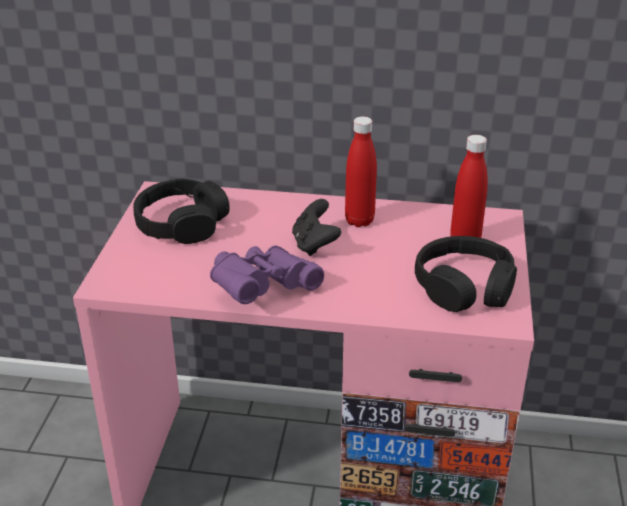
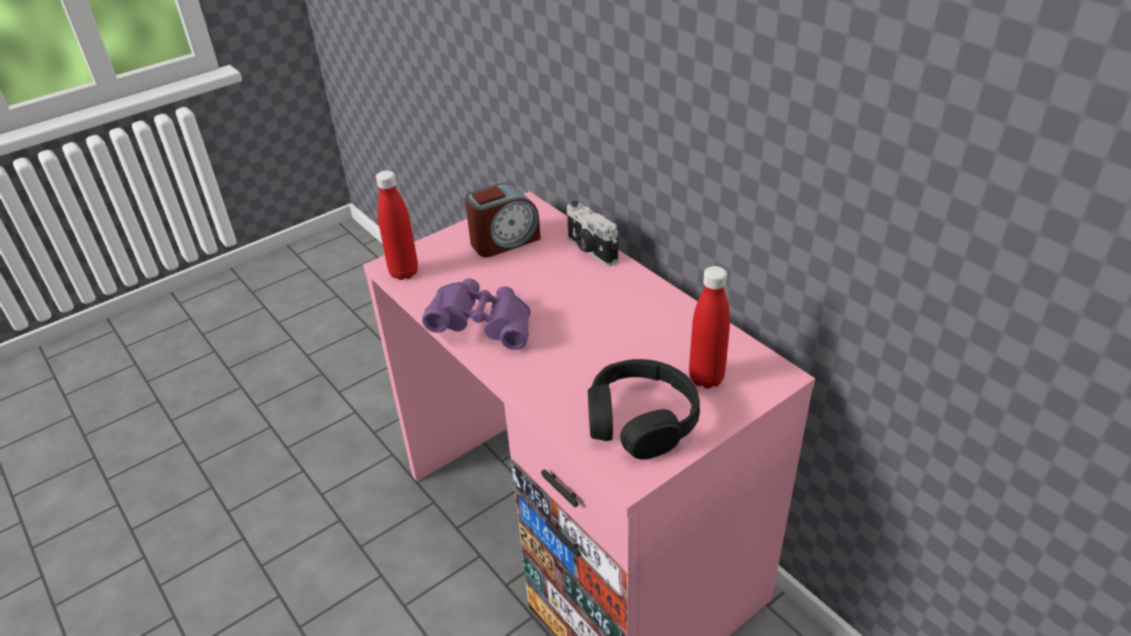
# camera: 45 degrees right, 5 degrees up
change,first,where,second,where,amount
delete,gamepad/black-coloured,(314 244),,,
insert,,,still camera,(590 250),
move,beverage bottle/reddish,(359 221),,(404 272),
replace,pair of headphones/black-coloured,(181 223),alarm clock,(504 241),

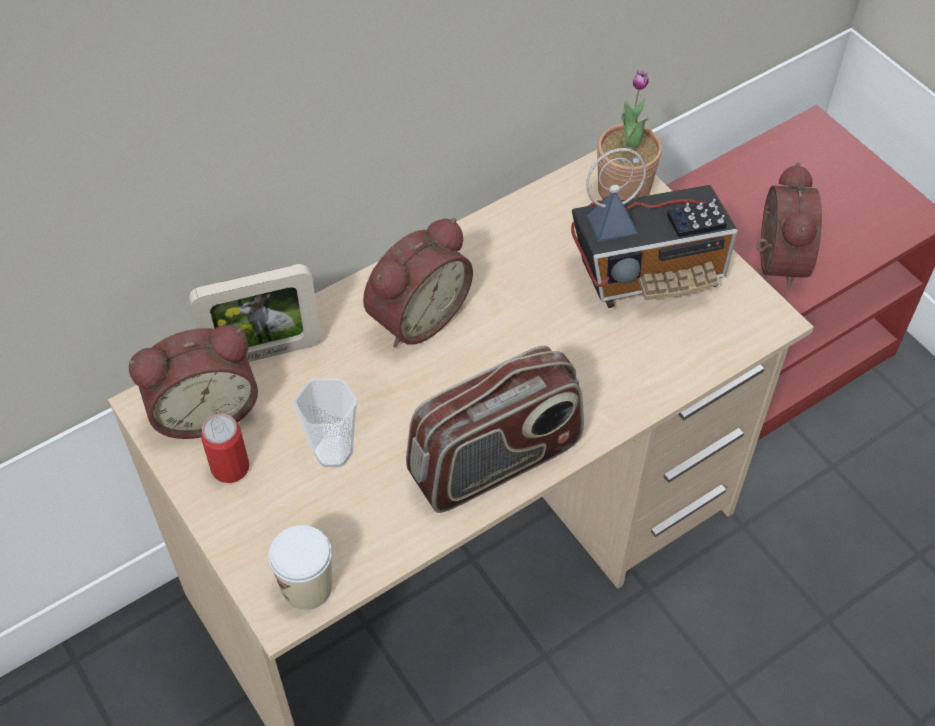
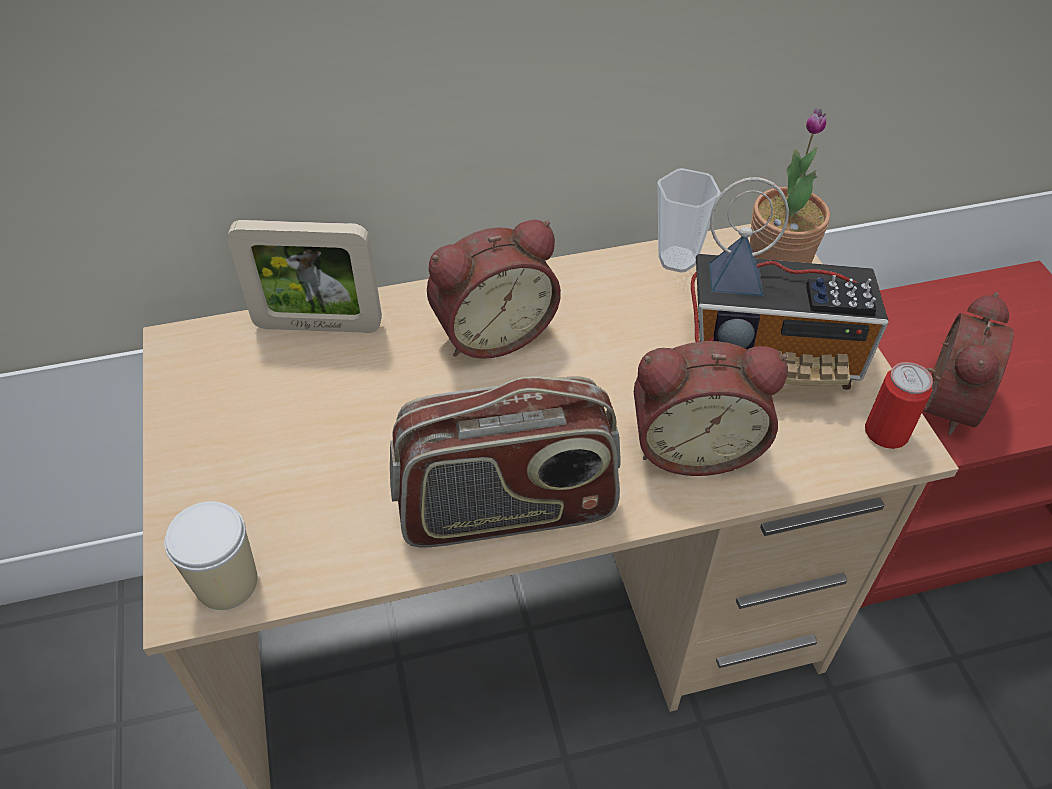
# camera: 20 degrees right, 5 degrees down
change,first,where,second,where,amount
move,alarm clock,(204 409),,(693 444),
move,can,(230 467),,(886 432),
move,small cup,(333 452),,(677 259),

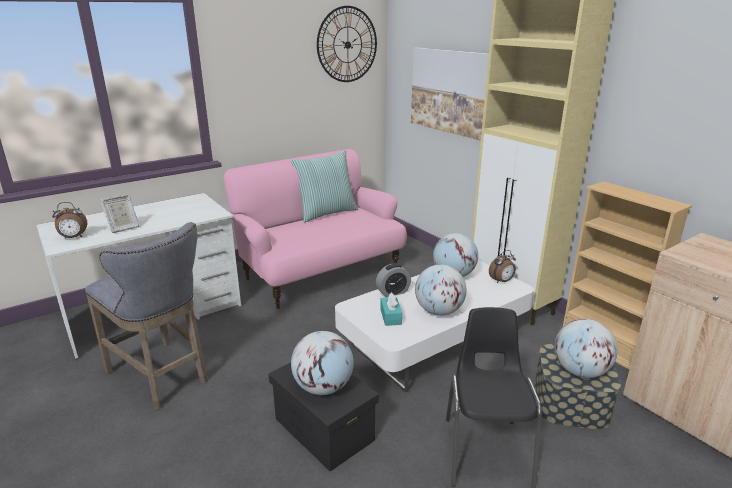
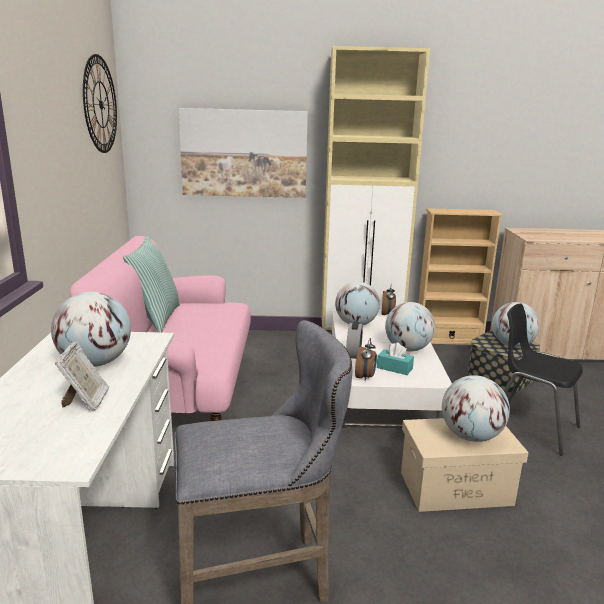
# camera: 55 degrees left, 5 degrees down
change,first,where,second,where,amount
insert,,,world globe,(95 363),
move,alarm clock,(73 237),,(365 377),
recolor,storage box/black-coloured,(325 429),storage box/beige,(456 488),

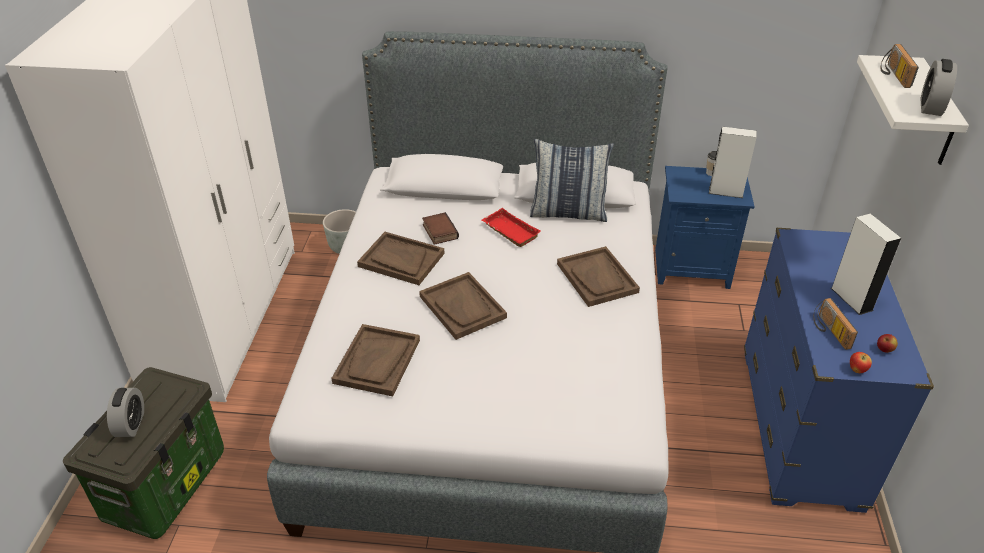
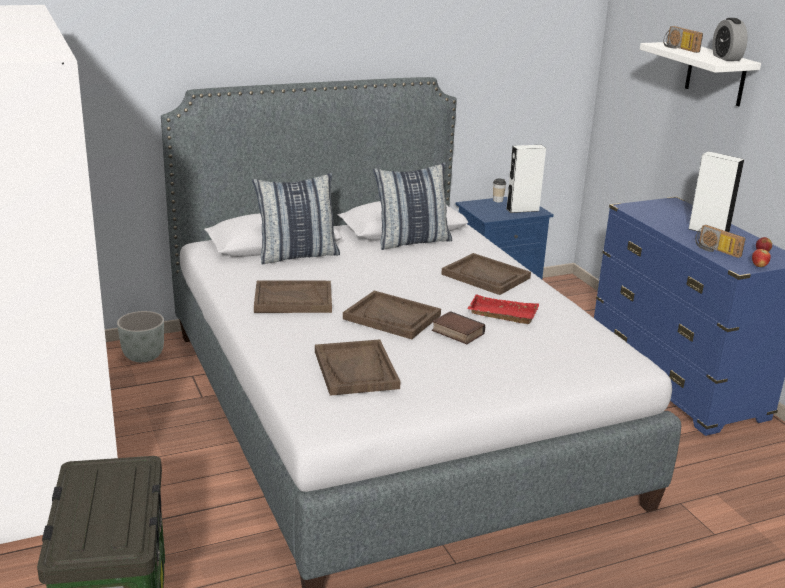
# camera: 30 degrees left, 15 degrees down
change,first,where,second,where,amount
delete,alarm clock,(131 424),,,
insert,,,pillow,(297 255),
move,bound book,(439 231),,(456 332),
move,serving tray/reddish,(509 232),,(501 315),

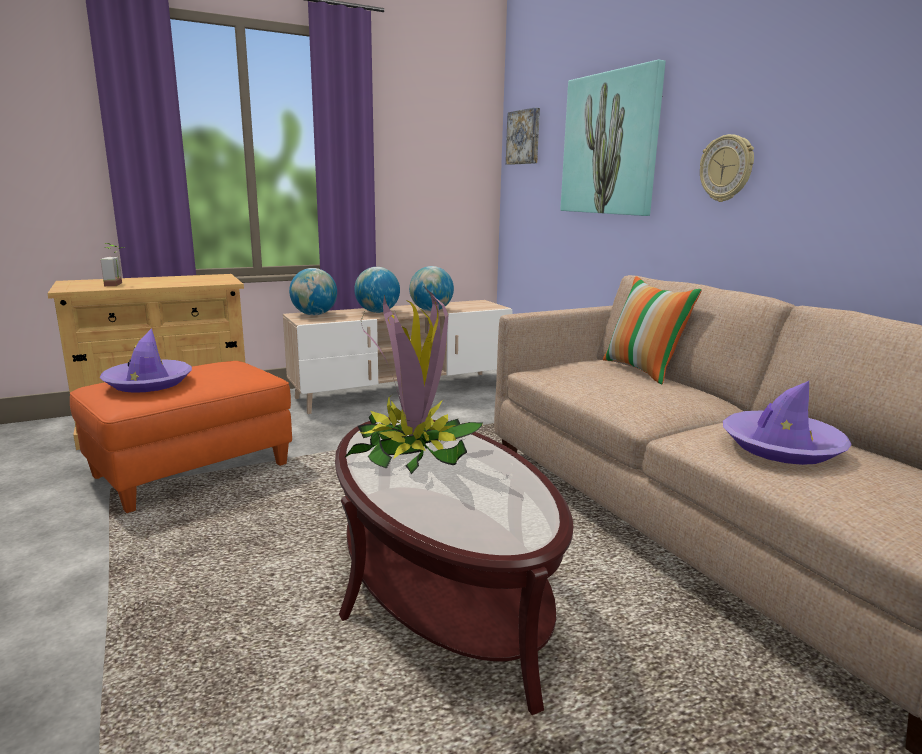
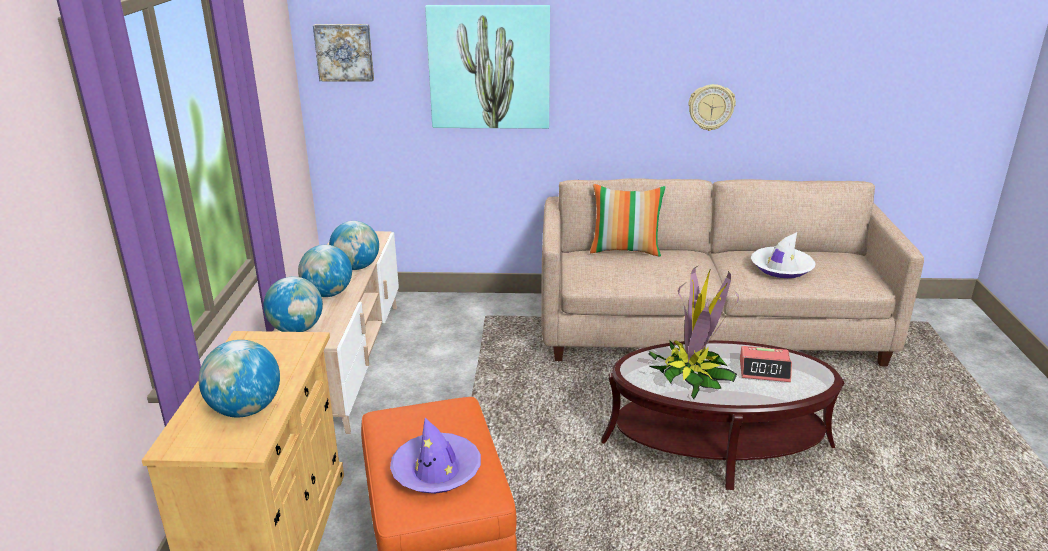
# camera: 60 degrees left, 10 degrees up
change,first,where,second,where,amount
insert,,,alarm clock,(764 370),
move,hanging clock,(726 168),,(711 107),
replace,houseplant,(118 284),world globe,(246 410),
recolor,clothing hat/purple-coloured,(781 447),clothing hat/white,(781 268),

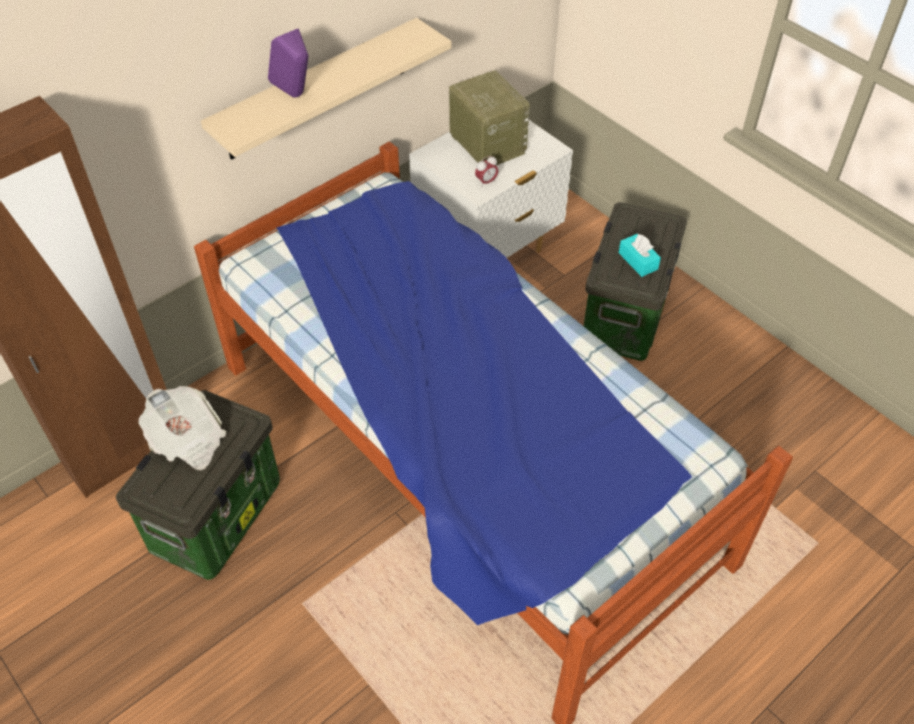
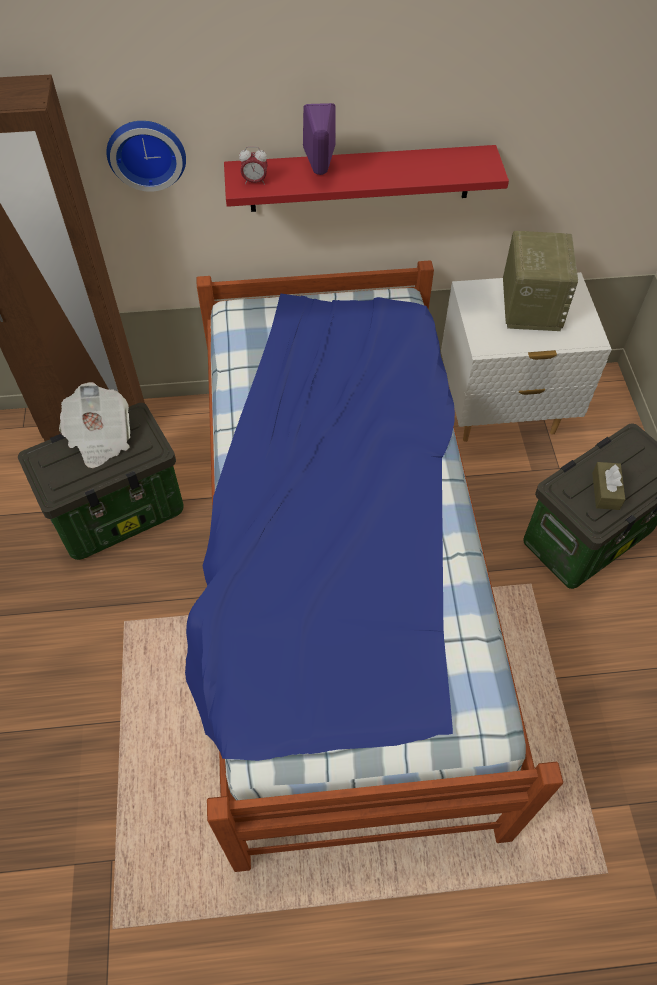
# camera: 35 degrees right, 5 degrees up
change,first,where,second,where,amount
insert,,,hanging clock,(146 152),
move,alarm clock,(486 182),,(255 182),
recolor,wall shelf/beige,(317 90),wall shelf/reddish,(360 178),
recolor,tissue holder/blue-green,(638 261),tissue holder/brownish,(605 491),

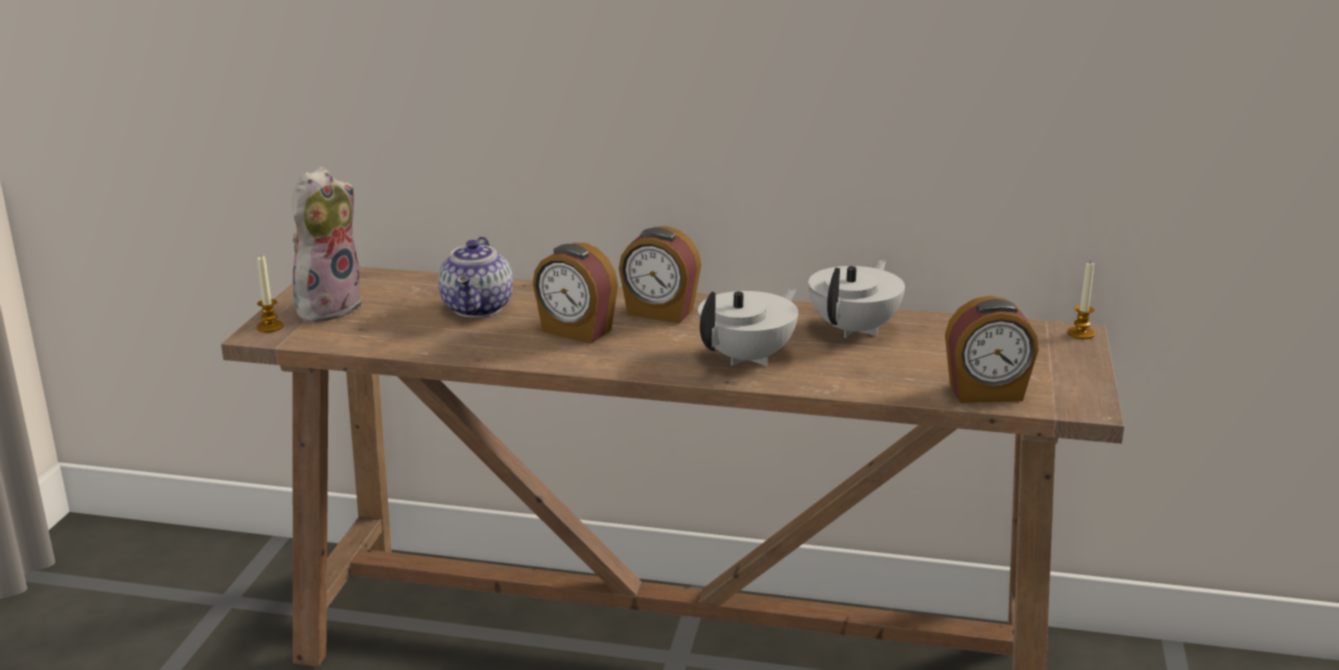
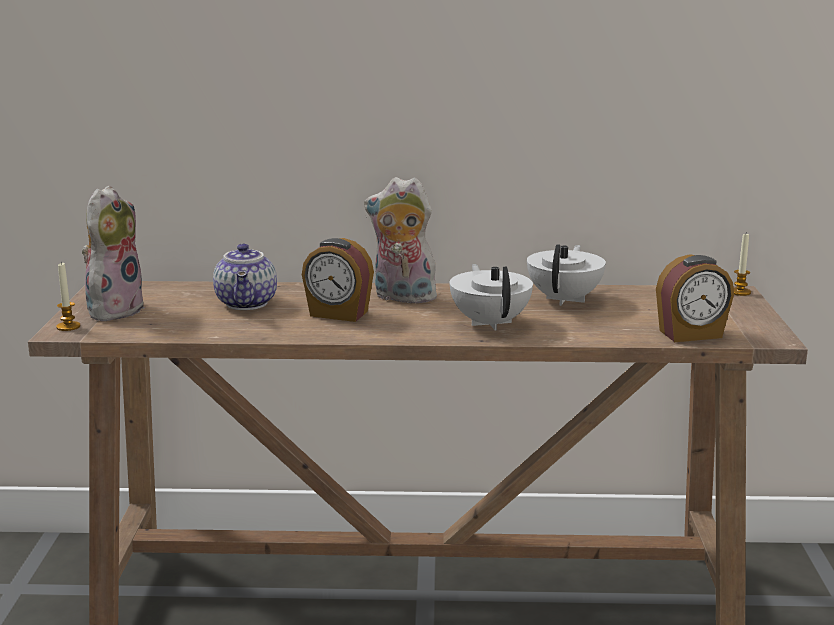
# camera: 10 degrees left, 5 degrees down
change,first,where,second,where,amount
replace,alarm clock,(659 313),plush toy,(401 298),
rotate,pot for tea/white,(748 357),,(490 323),45 degrees counterclockwise

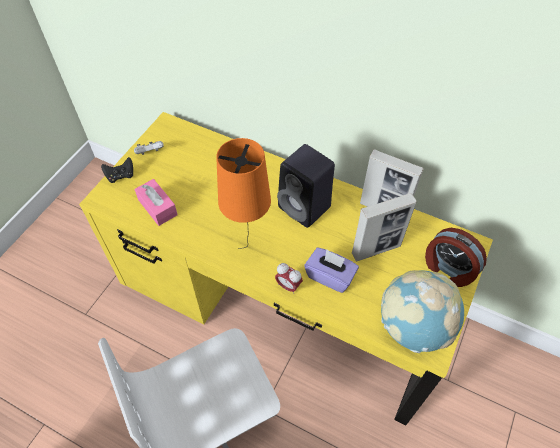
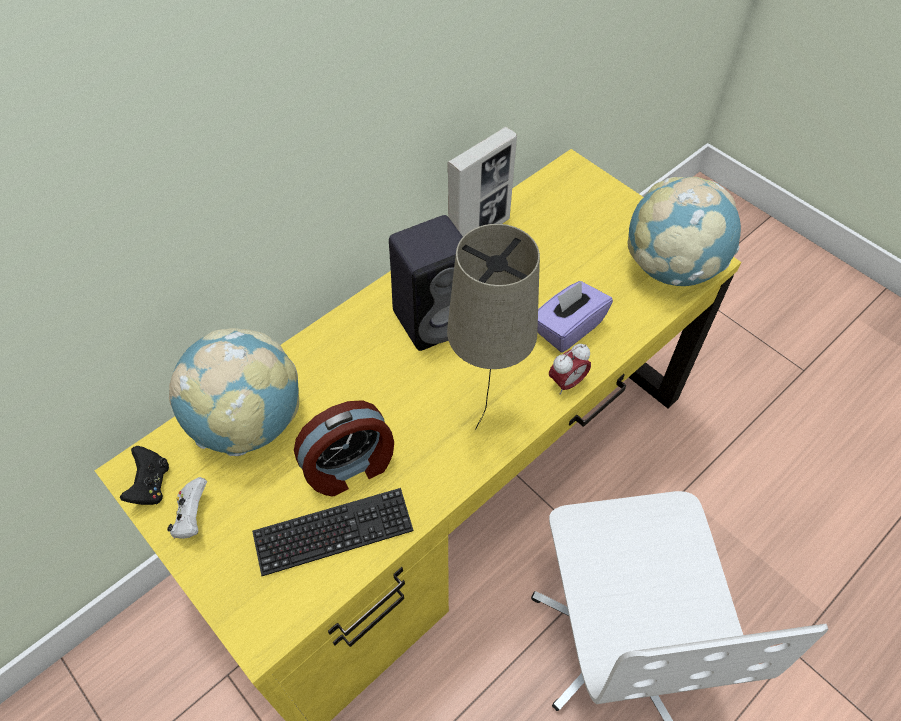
# camera: 70 degrees left, 0 degrees up
change,first,where,second,where,amount
delete,picture frame,(376 249),,,
insert,,,world globe,(248 422),
move,gamepad/black-coloured,(120 176),,(151 485),
move,alarm clock,(448 269),,(350 467),
replace,tissue holder/pink-coloured,(157 207),keyboard,(333 532),
recolor,lamp for a table/orange-coloured,(249 251),lamp for a table/beige,(485 414),

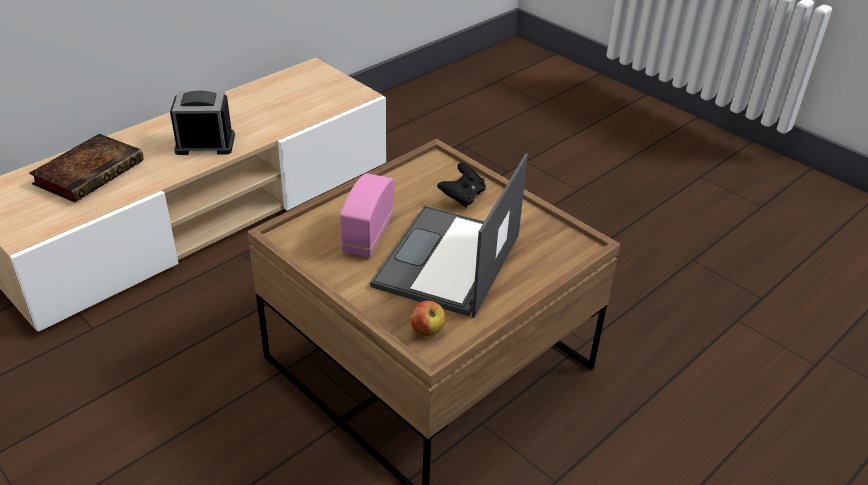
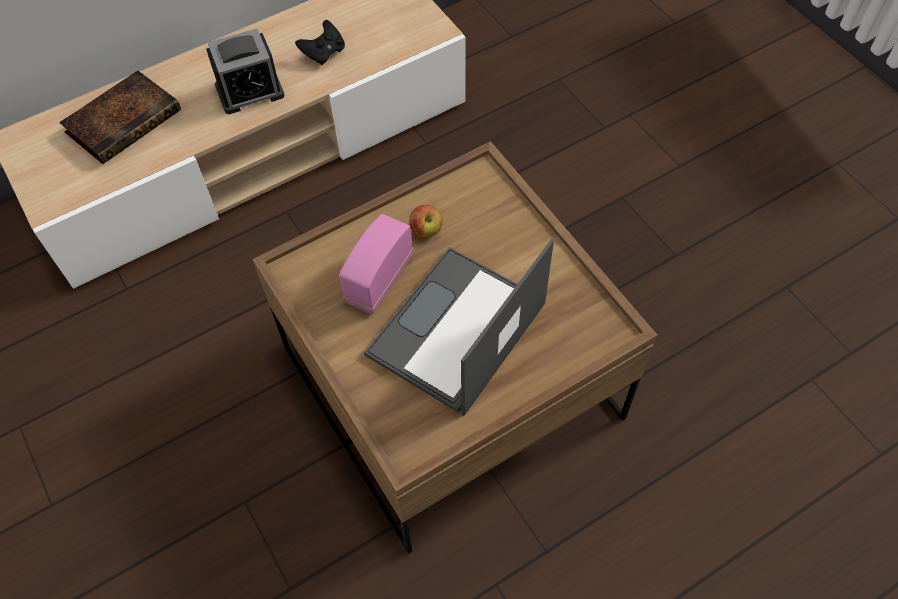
# camera: 15 degrees right, 20 degrees up
change,first,where,second,where,amount
move,whole apple,(427 330),,(426 230),
move,gamepad/black-coloured,(462 197),,(324 53),
rotate,alarm clock,(205 144),,(250 91),150 degrees clockwise

